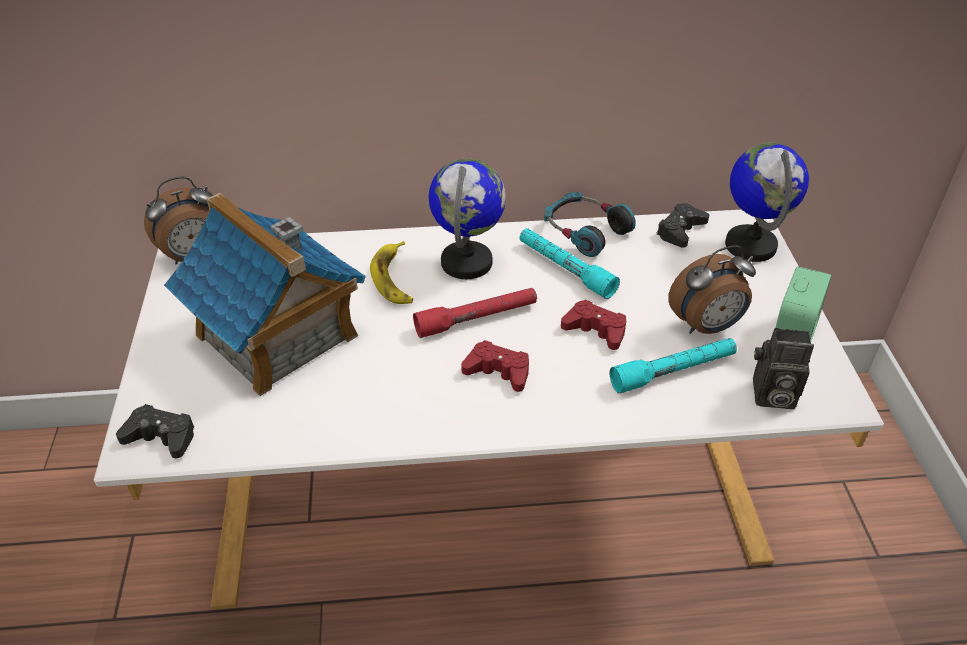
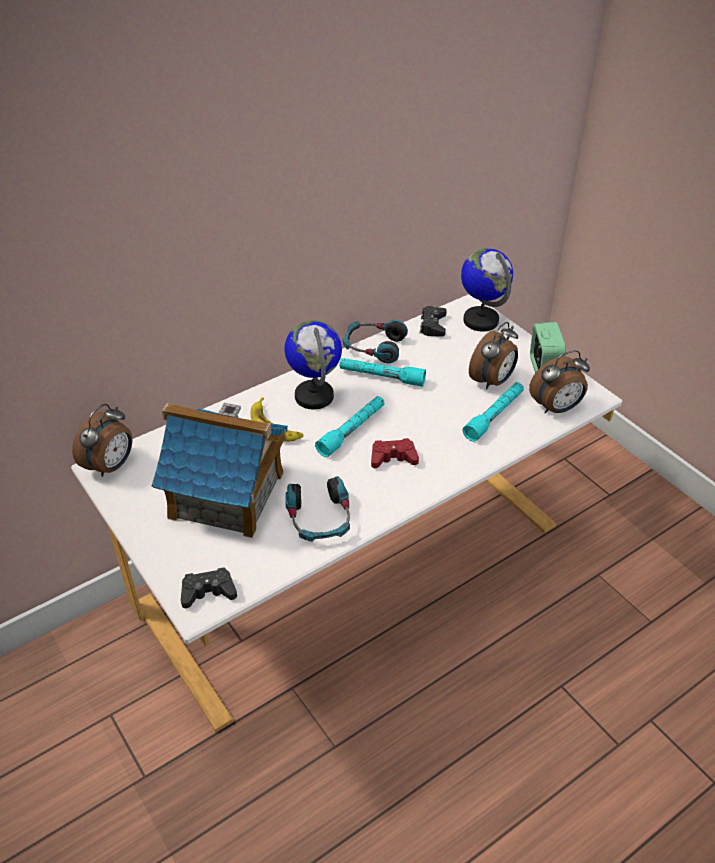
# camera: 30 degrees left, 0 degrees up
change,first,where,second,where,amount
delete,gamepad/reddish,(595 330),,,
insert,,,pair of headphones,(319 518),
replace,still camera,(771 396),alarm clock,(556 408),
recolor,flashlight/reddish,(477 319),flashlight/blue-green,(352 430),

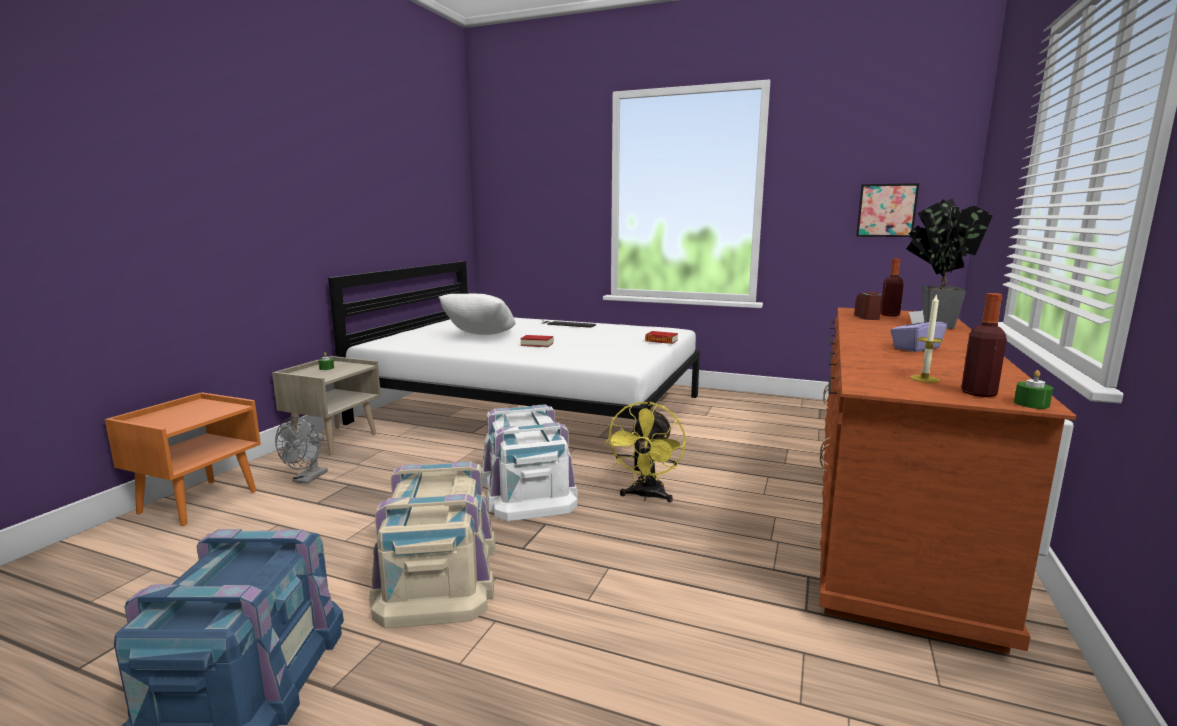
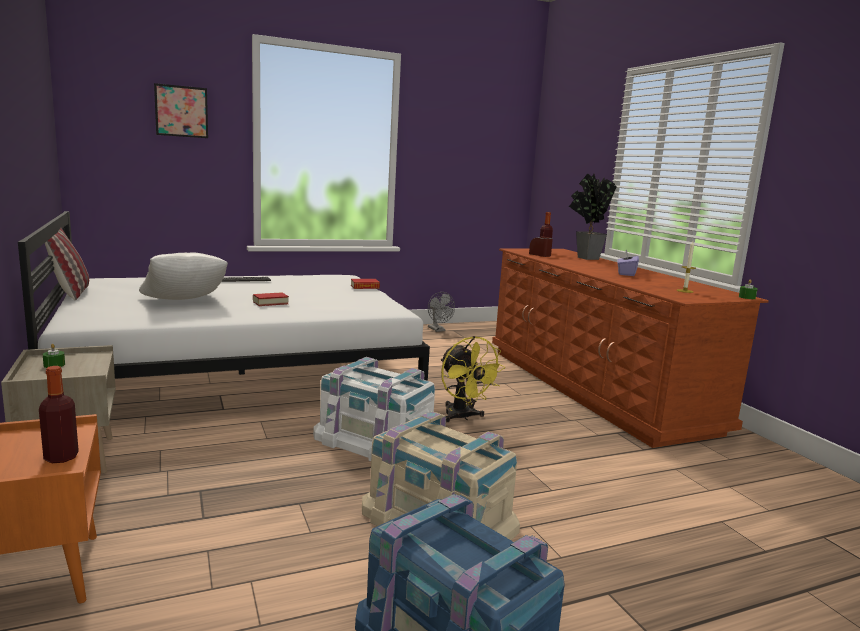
# camera: 45 degrees left, 0 degrees up
change,first,where,second,where,amount
insert,,,pillow,(71 293),
move,electric fan/grey,(307 479),,(438 330),
move,picture,(886 210),,(181 111),
move,beverage bottle,(978 393),,(61 457),

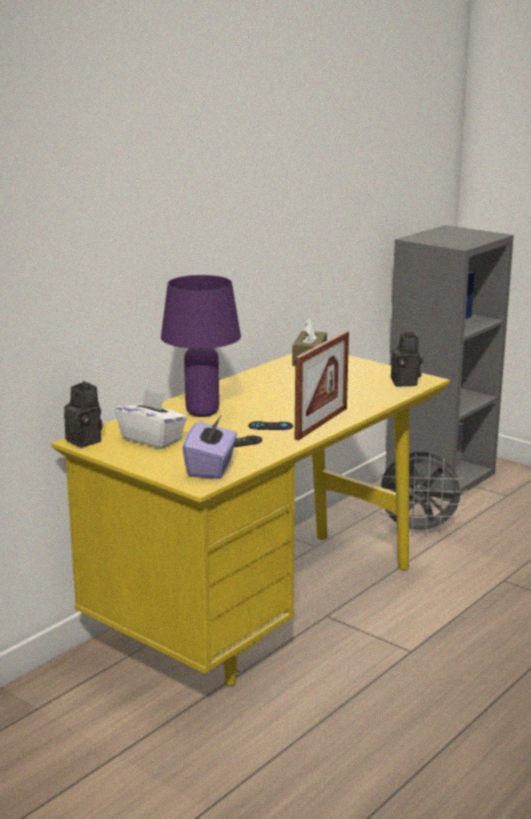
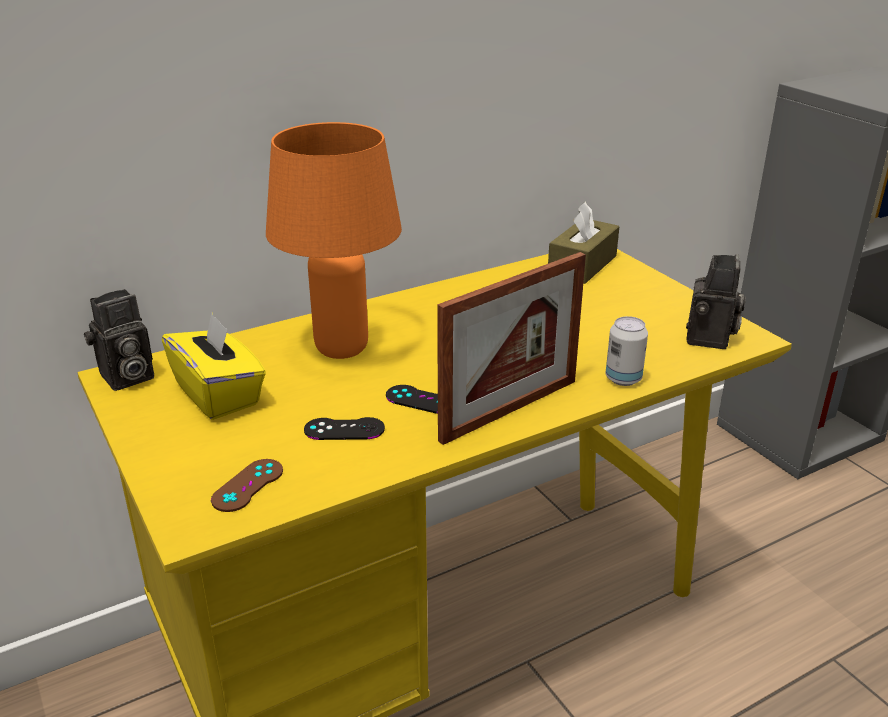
# camera: 20 degrees right, 10 degrees up
change,first,where,second,where,amount
delete,electric fan/grey,(418 530),,,
insert,,,can,(623 379),
replace,tissue holder/purple-coloured,(211 468),gamepad/brownish,(248 485),
recolor,tissue holder/white,(152 439),tissue holder/yellow,(219 394),
recolor,lamp for a table/purple-coloured,(202 413),lamp for a table/orange-coloured,(341 350),
rotate,still camera,(86 441),,(125 378),75 degrees clockwise

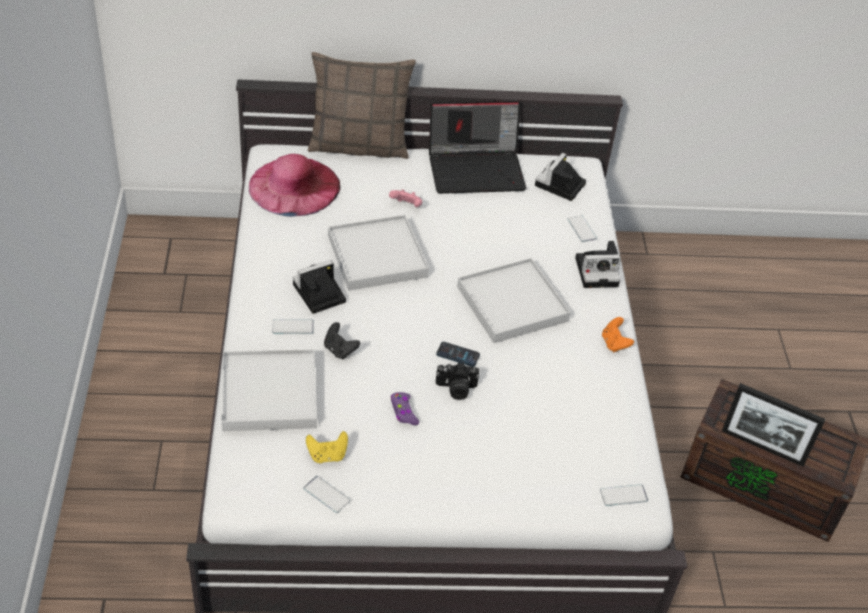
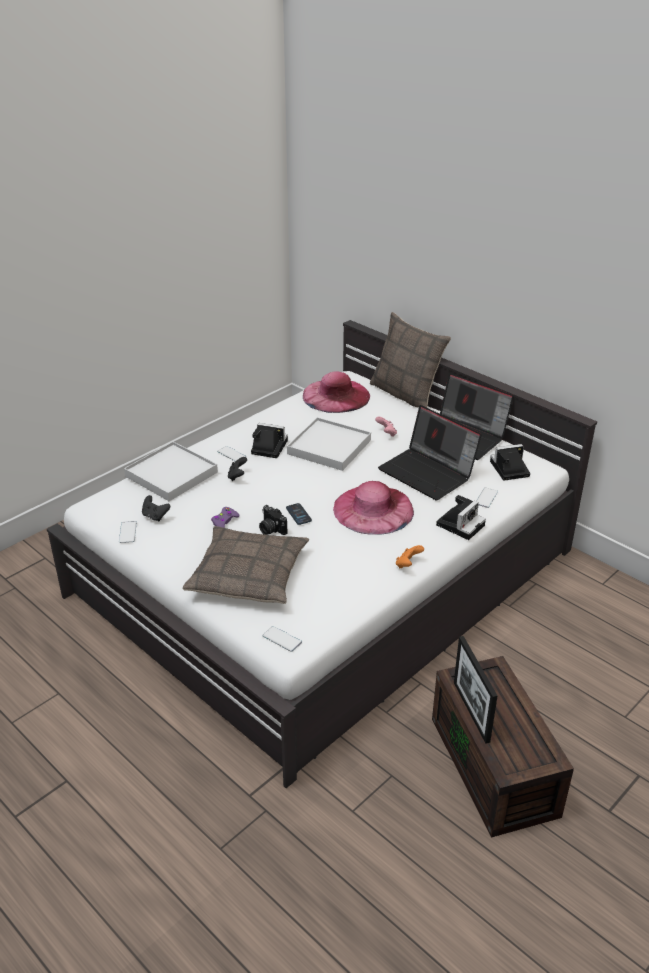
# camera: 50 degrees right, 10 degrees down
change,first,where,second,where,amount
insert,,,pillow,(248 575),
insert,,,notebook computer,(428 473),
replace,serving tray/white,(512 303),clothing hat/pink-coloured,(373 509),
recolor,gamepad/yellow,(327 455),gamepad/black-coloured,(155 516),
rotate,still camera,(598 271),,(460 524),90 degrees counterclockwise

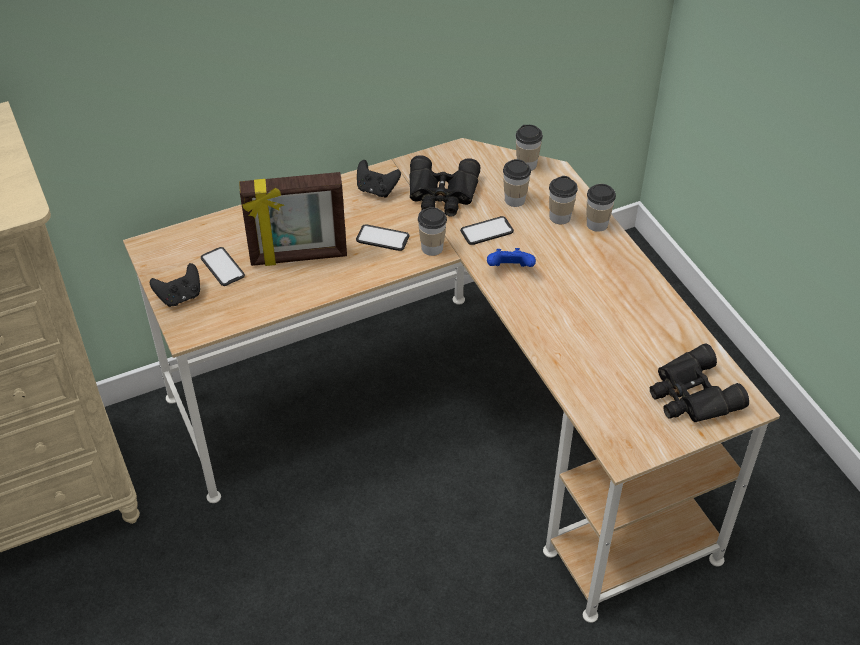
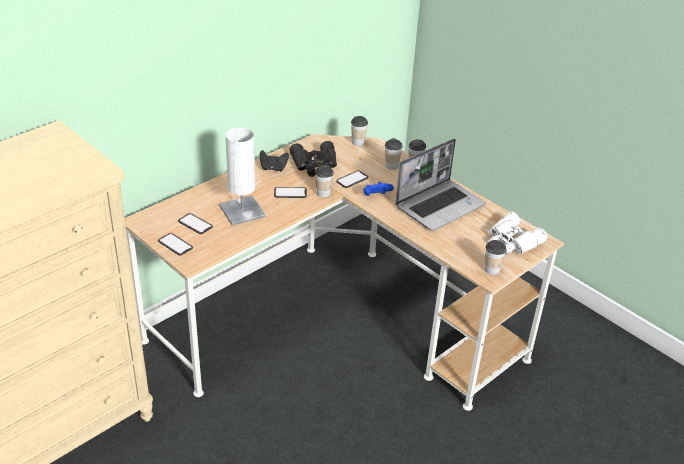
# camera: 20 degrees left, 10 degrees down
change,first,where,second,where,amount
insert,,,notebook computer,(440 205),
move,small cup,(515 199),,(491 270),
replace,gamepad/black-coloured,(180 297),phone,(175 244),
replace,picture frame,(298 257),lamp for a table/white,(242 211),
recolor,field glasses/black-coloured,(691 395),field glasses/white,(511 241),

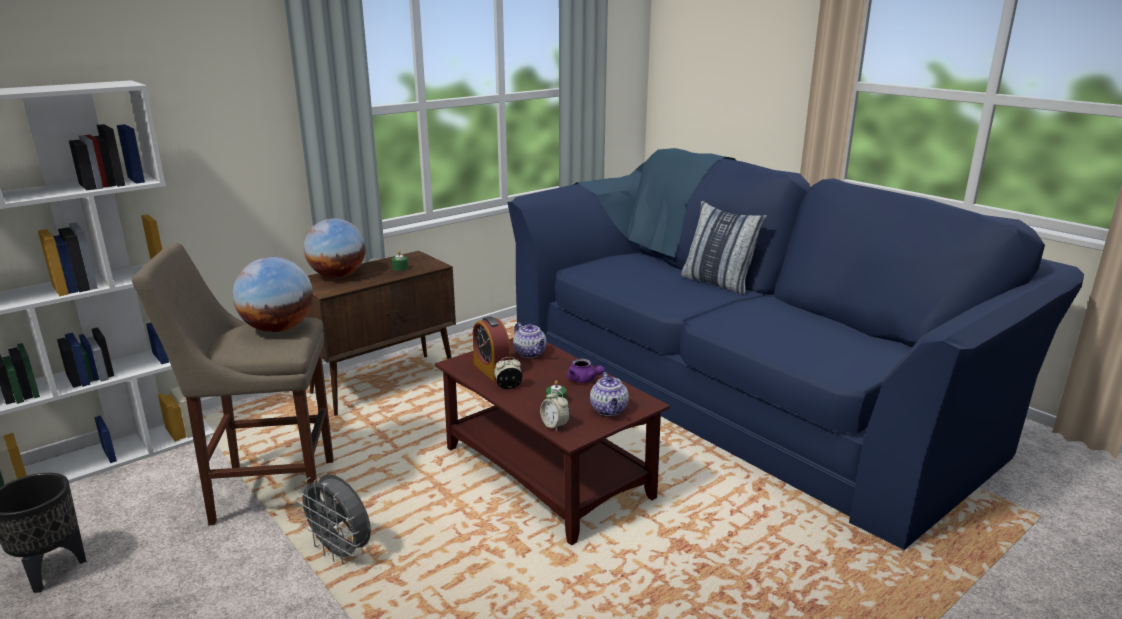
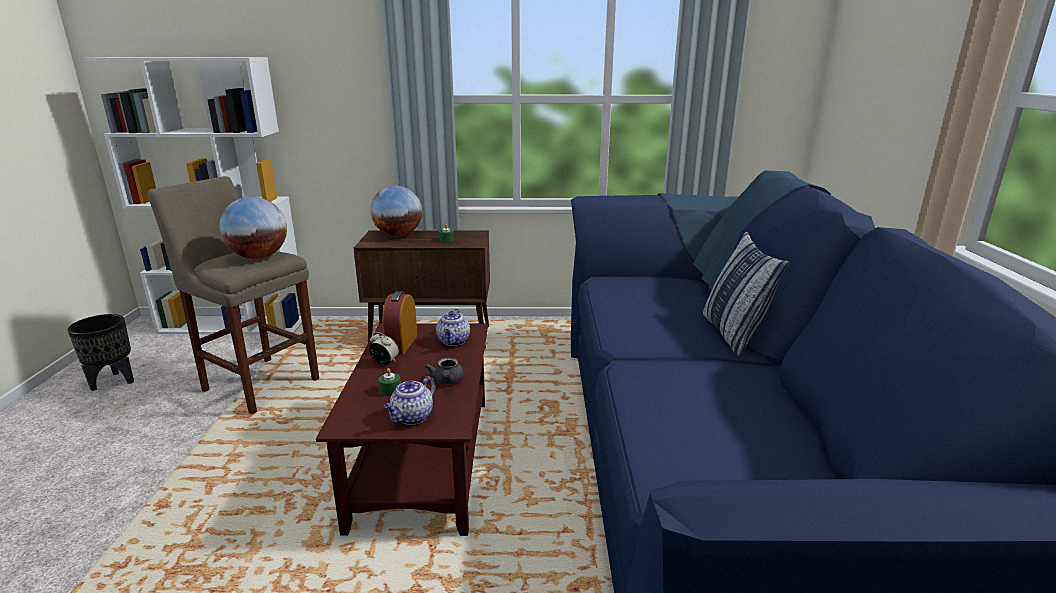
# camera: 40 degrees right, 0 degrees up
change,first,where,second,where,amount
delete,electric fan/grey,(341 552),,,
delete,alarm clock,(555 425),,,
recolor,pot for tea/purple-coloured,(584 380),pot for tea/grey,(447 381),

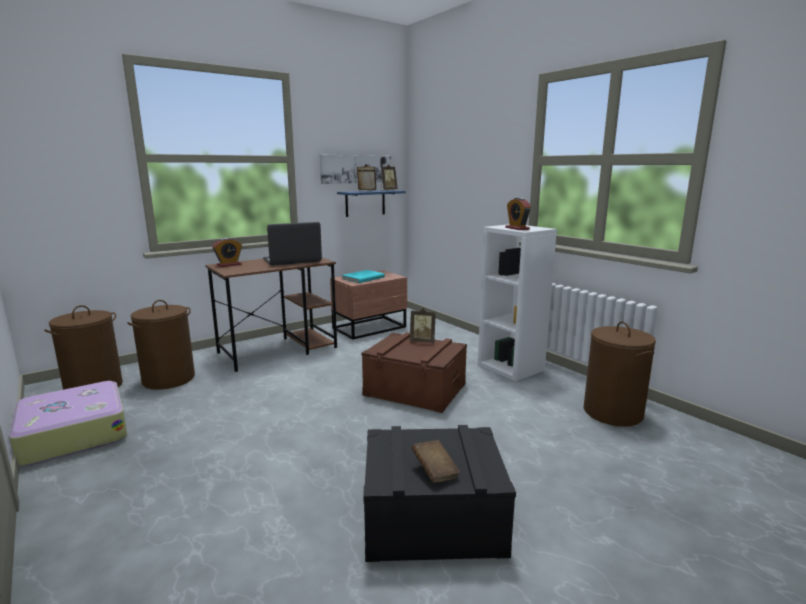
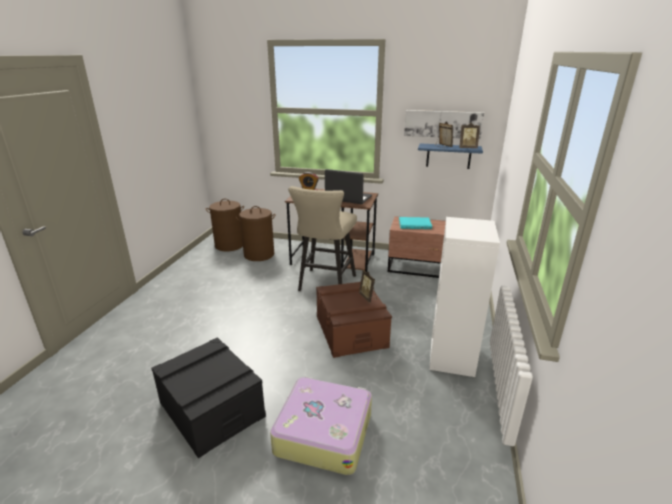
# camera: 50 degrees right, 10 degrees up
change,first,where,second,where,amount
delete,bound book/brownish,(435 471),,,
delete,alarm clock,(517 228),,,
delete,laundry basket/brownish,(613 412),,,
insert,,,stool/beige,(325 285),
move,piece of luggage,(73 434),,(323 432),

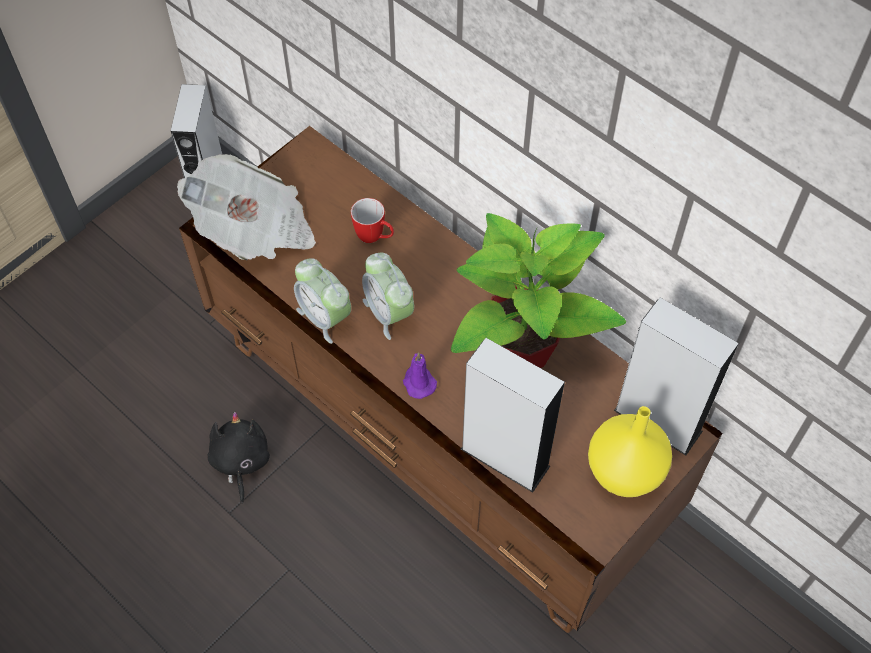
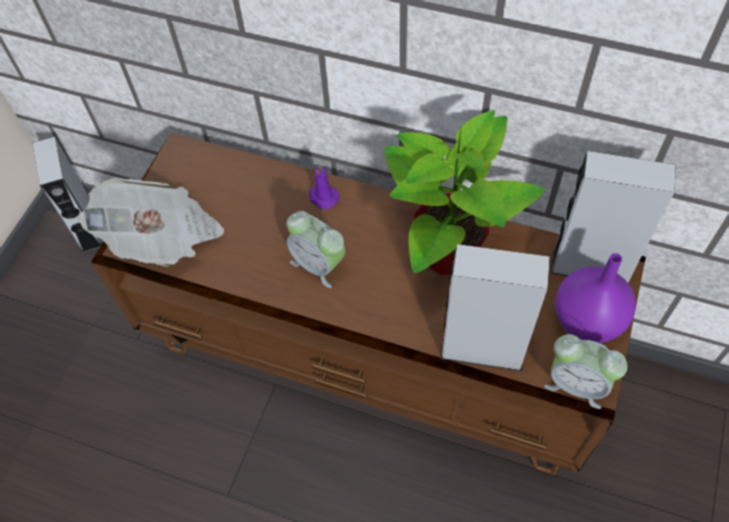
# camera: 20 degrees left, 0 degrees up
change,first,where,second,where,amount
delete,plush toy/black-coloured,(240 461),,,
delete,coffee mug,(375 237),,,
move,alarm clock,(325 317),,(576 384),
move,wax light/purple-coloured,(418 382),,(322 197),
recolor,decorative vase/yellow,(626 471),decorative vase/purple-coloured,(588 320),

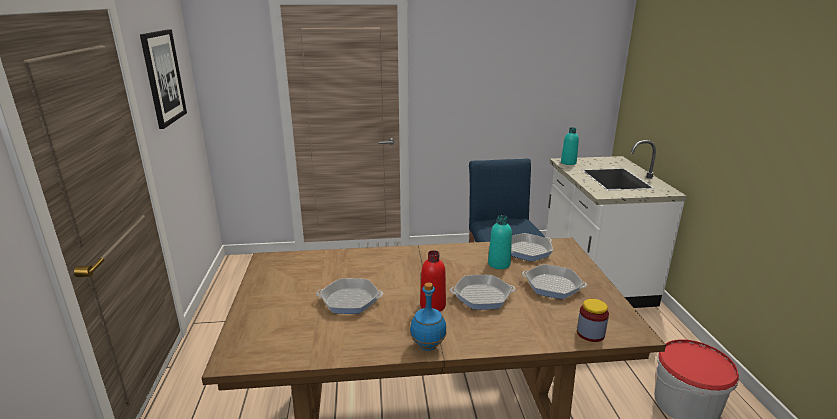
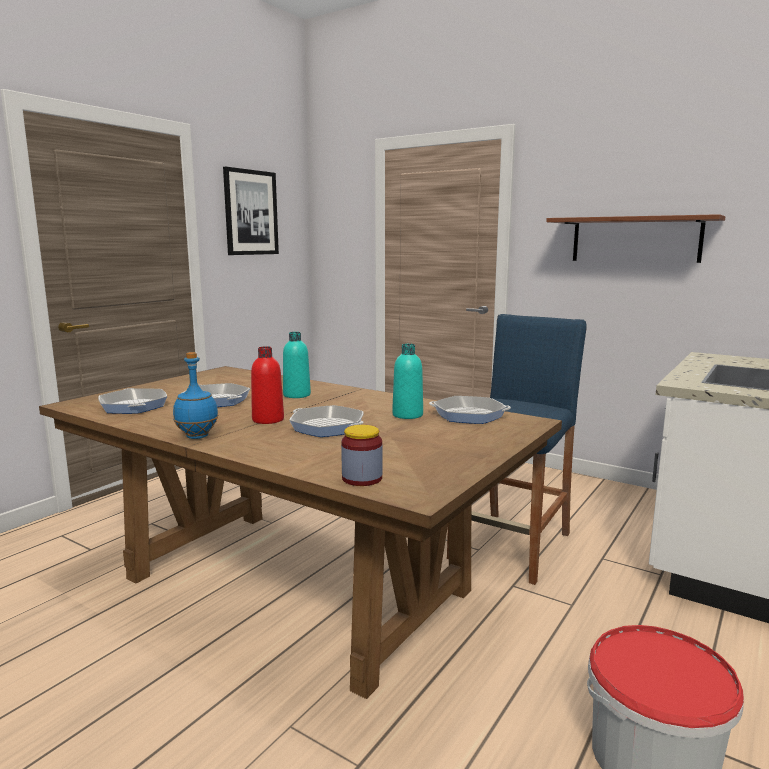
# camera: 40 degrees right, 10 degrees down
change,first,where,second,where,amount
insert,,,wall shelf/brownish,(635 239),
move,skillet,(552 286),,(134 406),
move,beverage bottle/blue-green,(568 163),,(297 395),

